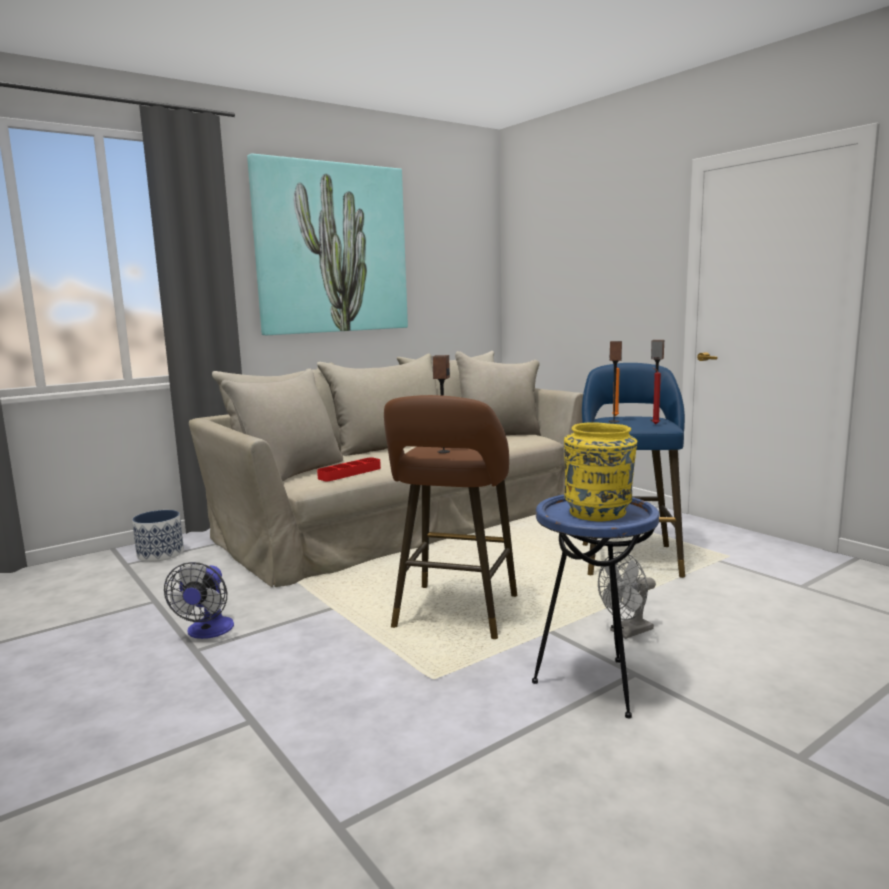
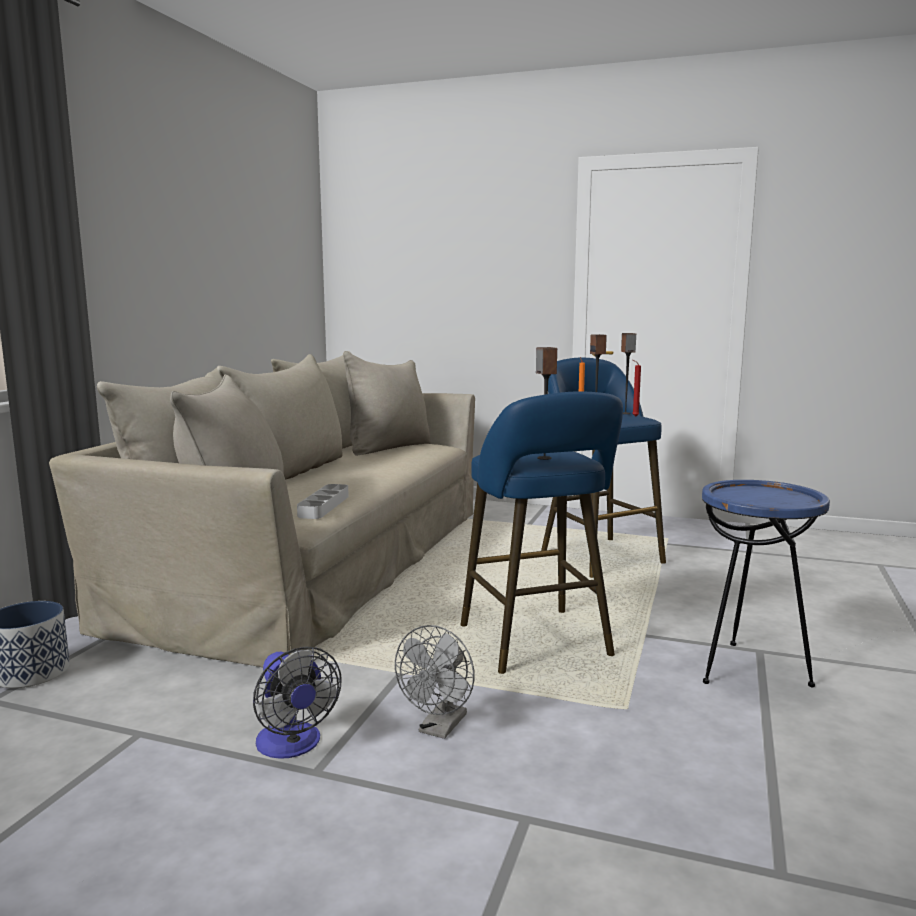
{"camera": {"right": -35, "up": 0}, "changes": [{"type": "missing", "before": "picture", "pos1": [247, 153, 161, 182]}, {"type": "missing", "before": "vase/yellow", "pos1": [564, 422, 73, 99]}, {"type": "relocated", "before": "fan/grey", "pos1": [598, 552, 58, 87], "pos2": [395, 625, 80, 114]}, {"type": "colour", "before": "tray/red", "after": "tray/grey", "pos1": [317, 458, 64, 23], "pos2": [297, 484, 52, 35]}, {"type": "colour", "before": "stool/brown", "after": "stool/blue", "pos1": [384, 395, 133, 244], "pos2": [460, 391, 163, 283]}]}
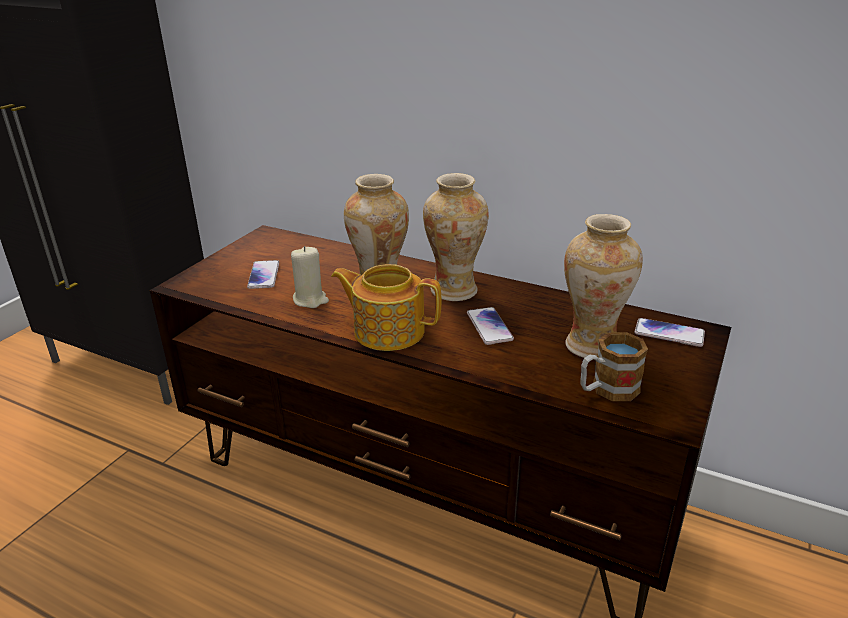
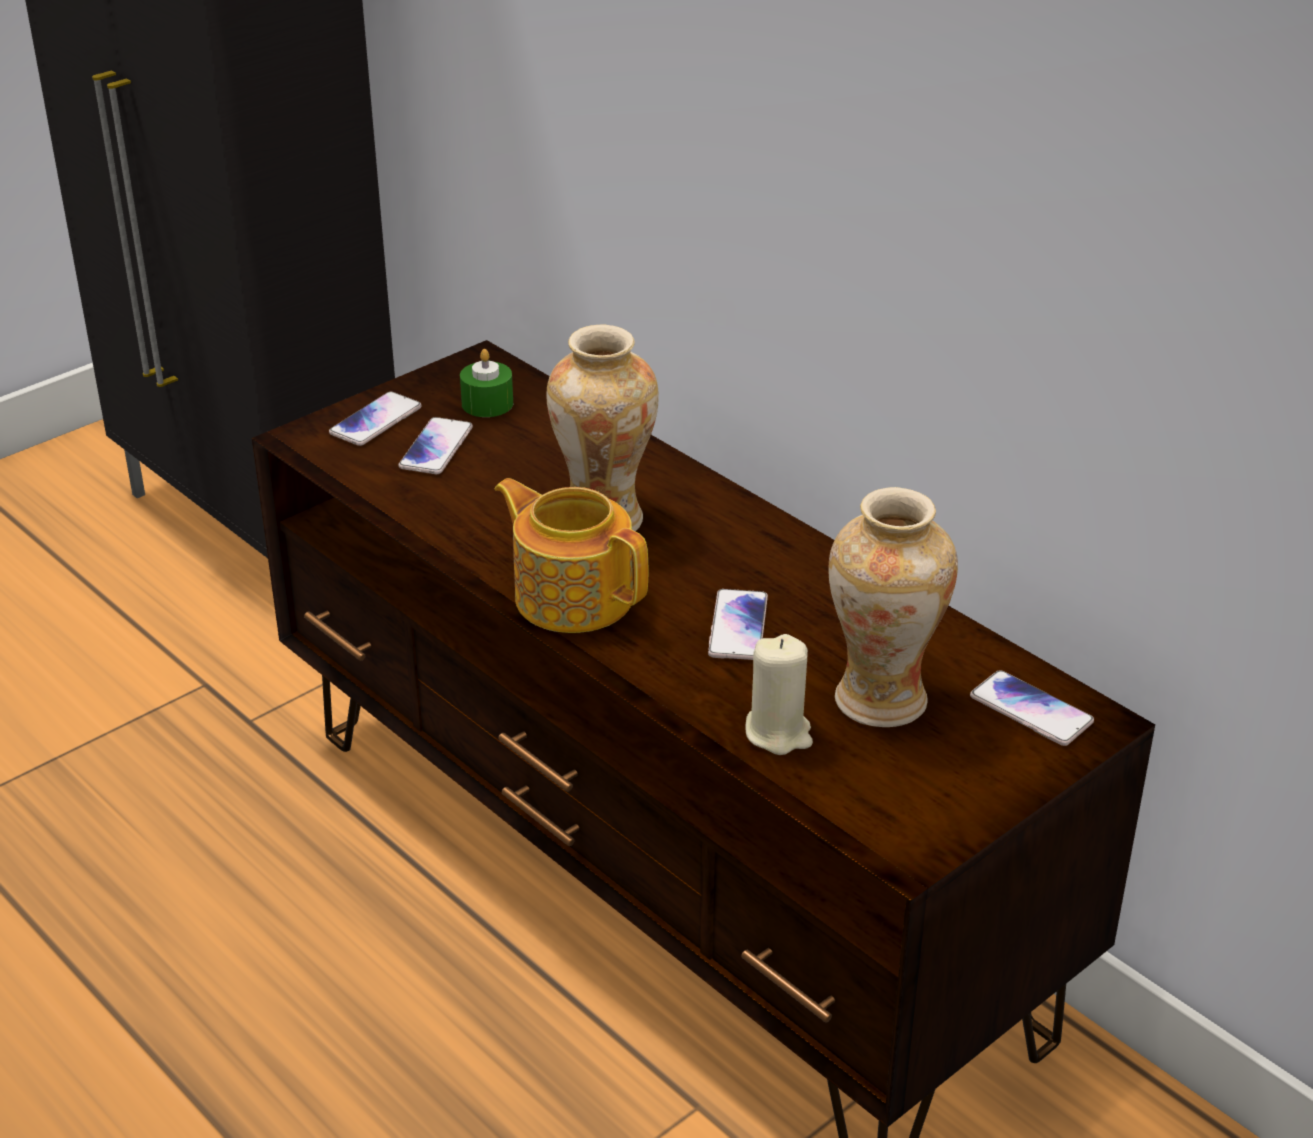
{"camera": {"right": 20, "up": 5}, "changes": [{"type": "missing", "before": "vase", "pos1": [423, 173, 66, 128]}, {"type": "missing", "before": "mug", "pos1": [580, 332, 68, 69]}, {"type": "appeared", "after": "phone", "pos2": [329, 392, 92, 54]}, {"type": "appeared", "after": "candle/green", "pos2": [460, 349, 53, 68]}, {"type": "relocated", "before": "candle/beige", "pos1": [291, 246, 38, 62], "pos2": [745, 634, 68, 121]}]}
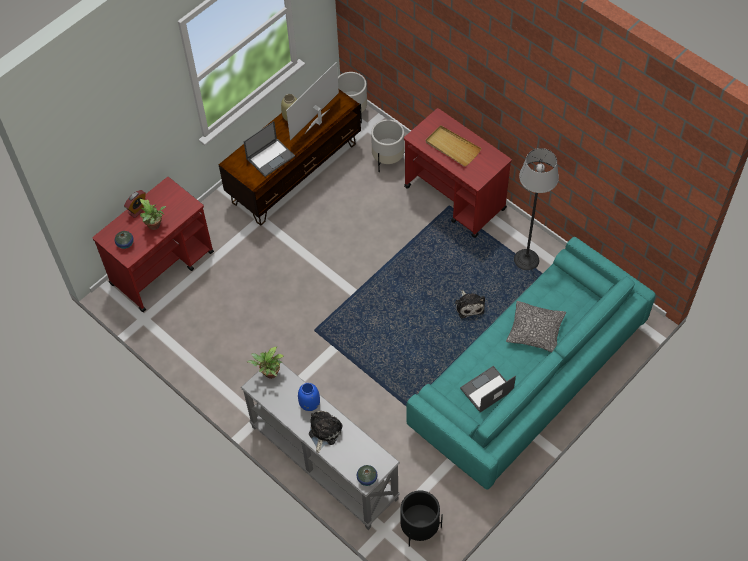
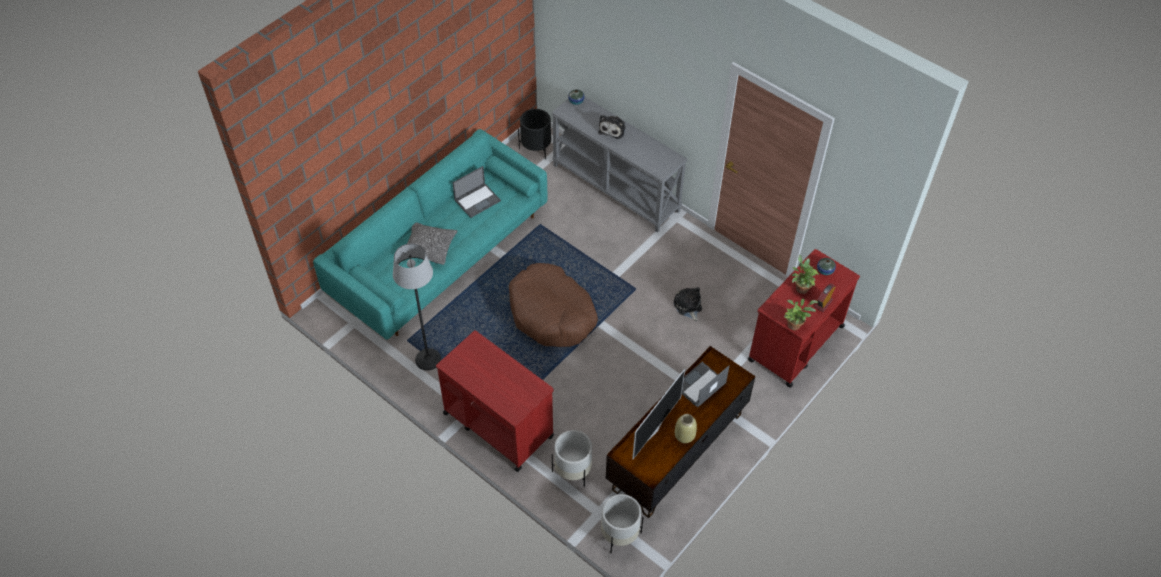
{"camera": {"right": 175, "up": -5}, "changes": [{"type": "missing", "before": "vase/blue", "pos1": [298, 383, 22, 28]}, {"type": "missing", "before": "tray/beige", "pos1": [425, 125, 56, 42]}, {"type": "appeared", "after": "dog bed/brown", "pos2": [509, 263, 89, 84]}, {"type": "relocated", "before": "potted plant", "pos1": [247, 346, 37, 33], "pos2": [784, 299, 34, 31]}, {"type": "relocated", "before": "plush toy", "pos1": [455, 290, 30, 29], "pos2": [674, 287, 28, 35]}]}
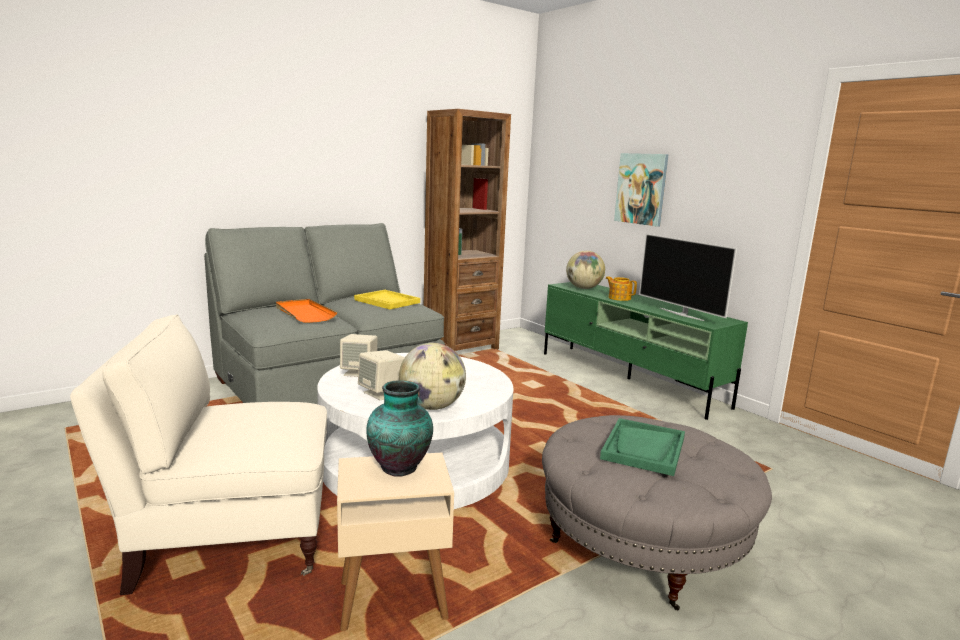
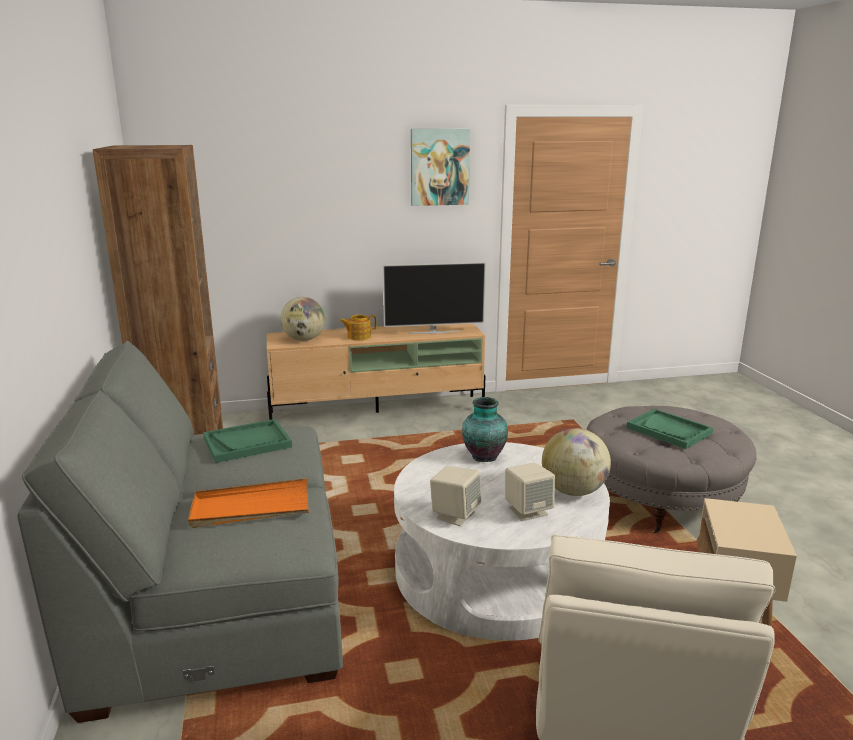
{"camera": {"right": -65, "up": 5}, "changes": [{"type": "relocated", "before": "vase", "pos1": [366, 380, 67, 97], "pos2": [462, 397, 46, 65]}, {"type": "relocated", "before": "picture", "pos1": [614, 153, 55, 74], "pos2": [411, 129, 59, 77]}, {"type": "colour", "before": "tray/yellow", "after": "tray/green", "pos1": [354, 290, 66, 19], "pos2": [203, 419, 89, 44]}, {"type": "colour", "before": "tv stand/green", "after": "tv stand/beige", "pos1": [544, 282, 204, 138], "pos2": [267, 324, 218, 96]}]}
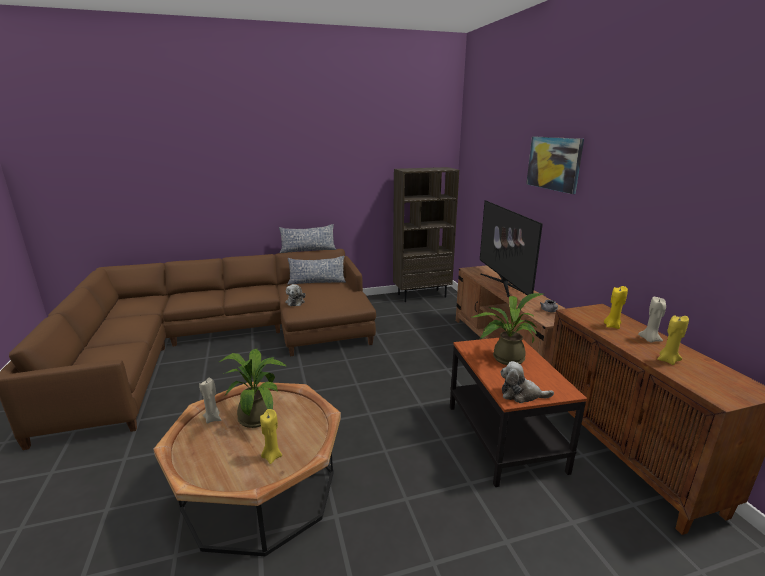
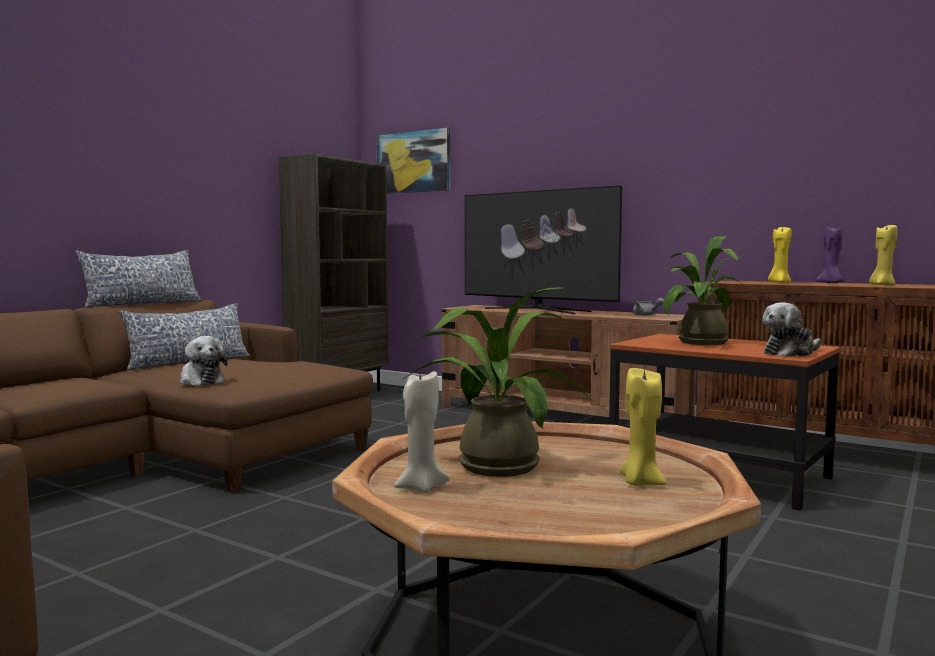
{"camera": {"right": -40, "up": -15}, "changes": [{"type": "relocated", "before": "picture", "pos1": [526, 137, 58, 57], "pos2": [376, 127, 74, 67]}, {"type": "colour", "before": "candle/beige", "after": "candle/purple", "pos1": [638, 297, 28, 45], "pos2": [816, 226, 29, 57]}]}
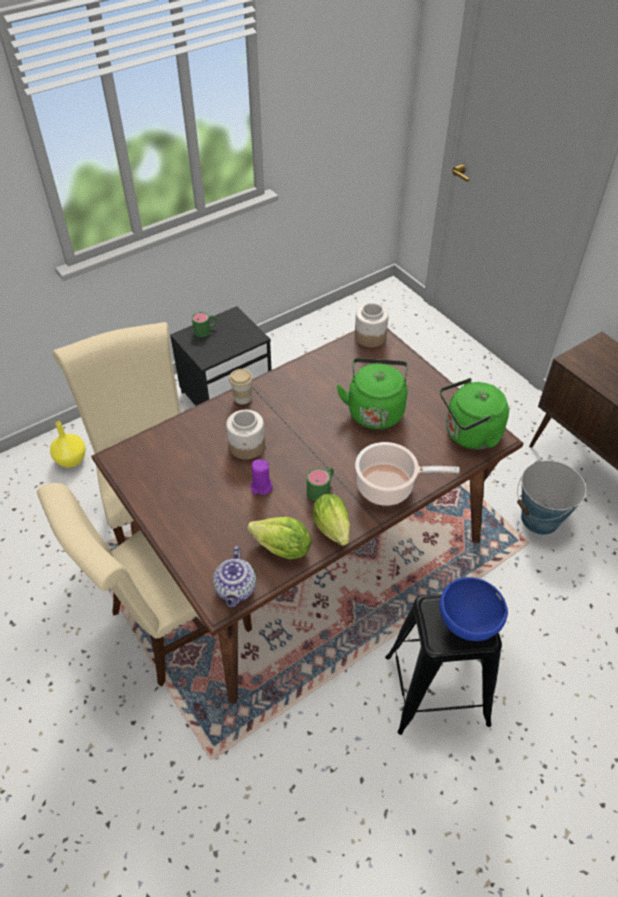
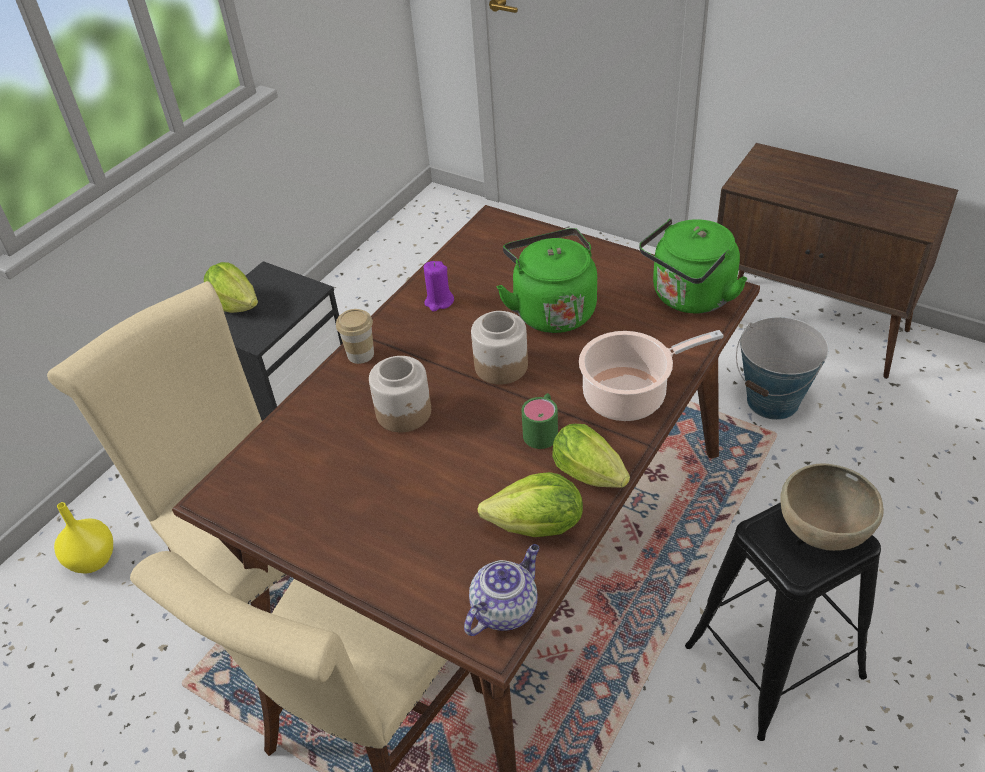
{"camera": {"right": -20, "up": -5}, "changes": [{"type": "relocated", "before": "candle/purple", "pos1": [250, 459, 23, 36], "pos2": [424, 261, 30, 50]}, {"type": "relocated", "before": "jar", "pos1": [355, 303, 34, 44], "pos2": [471, 311, 57, 73]}, {"type": "exchanged", "before": "mug/green", "after": "lettuce", "pos1": [192, 312, 25, 25], "pos2": [204, 262, 54, 51]}, {"type": "colour", "before": "bowl/blue", "after": "bowl/brown", "pos1": [439, 577, 69, 64], "pos2": [780, 463, 104, 88]}, {"type": "spun", "before": "teapot", "pos1": [213, 546, 43, 61], "pos2": [464, 544, 75, 92], "turn": -120}]}
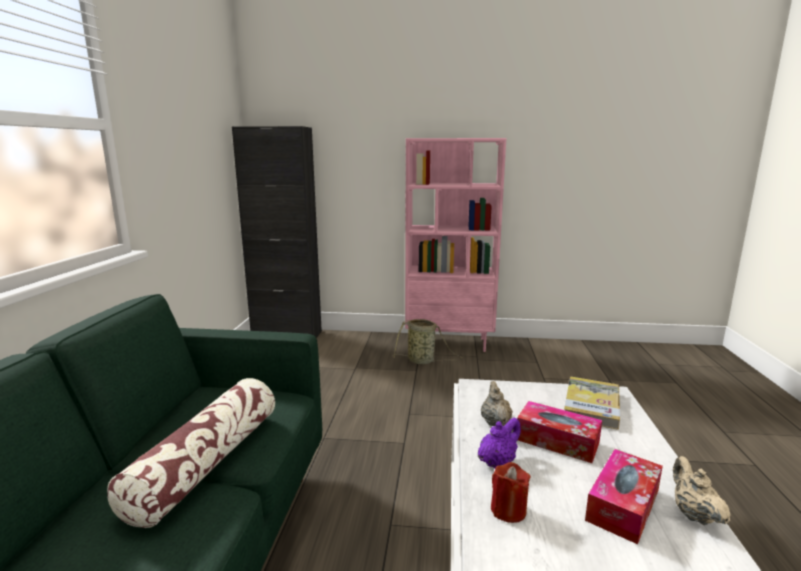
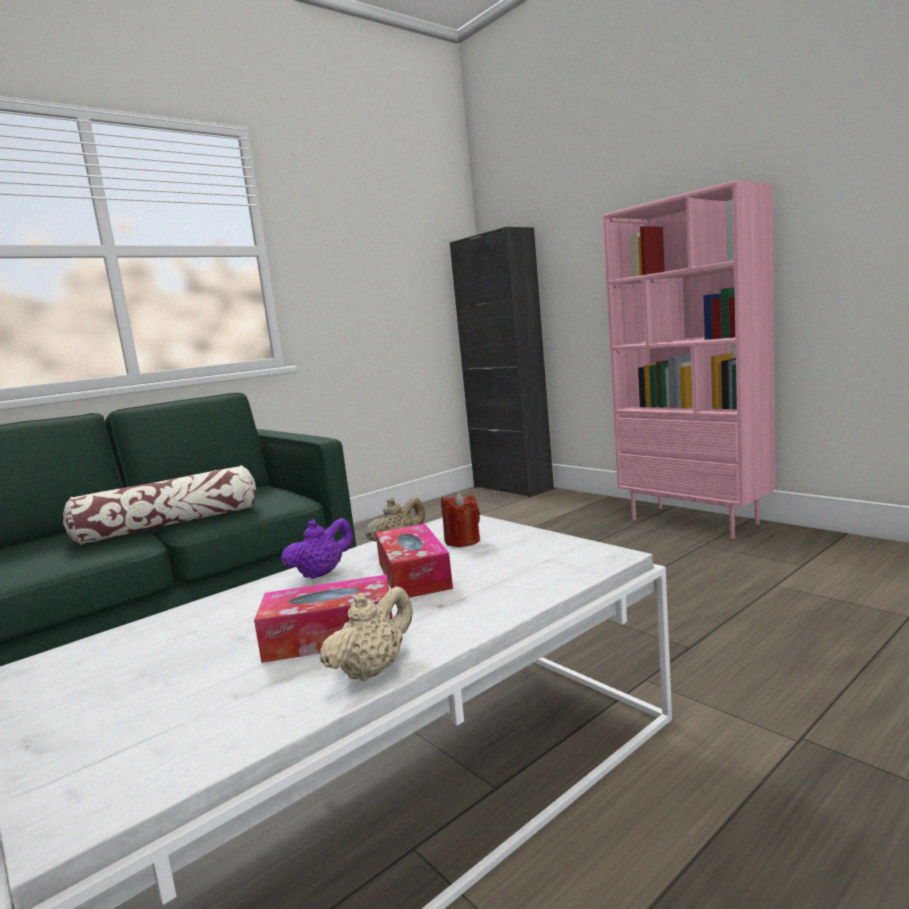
{"camera": {"right": 45, "up": -5}, "changes": [{"type": "missing", "before": "basket", "pos1": [393, 319, 69, 45]}, {"type": "missing", "before": "book", "pos1": [564, 376, 56, 54]}, {"type": "relocated", "before": "candle/red", "pos1": [491, 462, 40, 61], "pos2": [441, 491, 39, 56]}, {"type": "spun", "before": "teapot/purple", "pos1": [478, 418, 43, 50], "pos2": [282, 518, 71, 61], "turn": -45}]}
